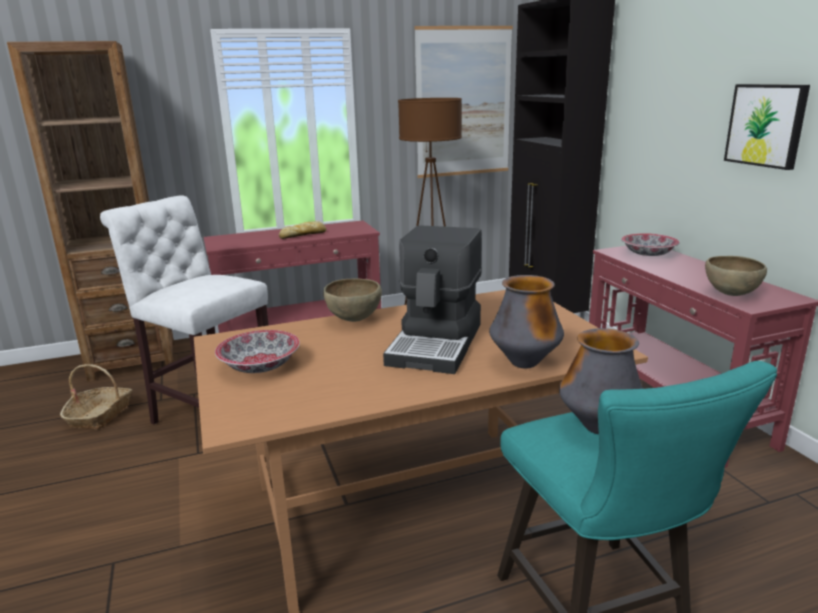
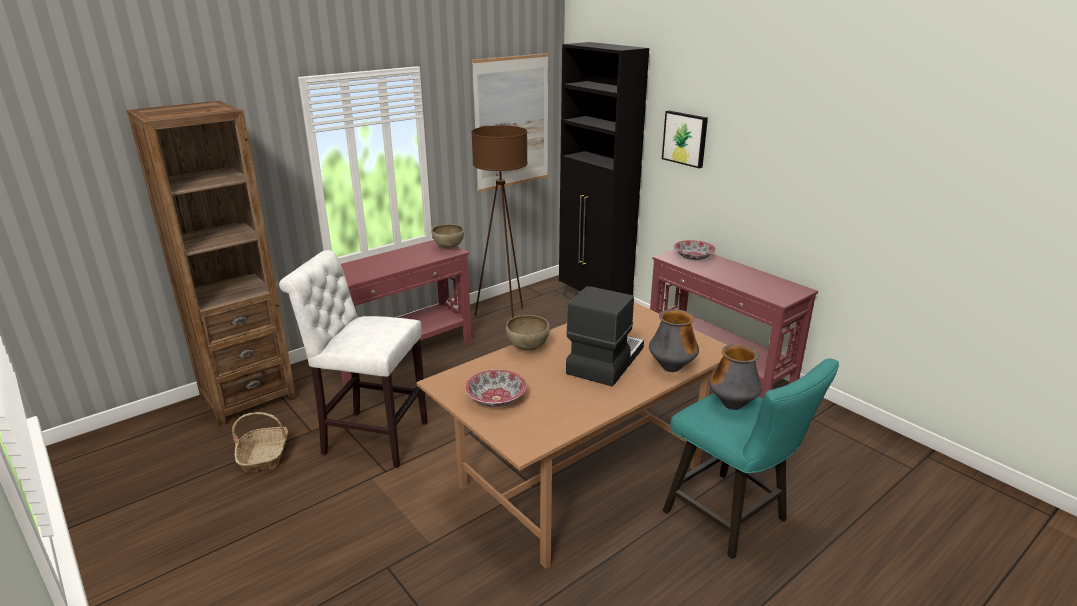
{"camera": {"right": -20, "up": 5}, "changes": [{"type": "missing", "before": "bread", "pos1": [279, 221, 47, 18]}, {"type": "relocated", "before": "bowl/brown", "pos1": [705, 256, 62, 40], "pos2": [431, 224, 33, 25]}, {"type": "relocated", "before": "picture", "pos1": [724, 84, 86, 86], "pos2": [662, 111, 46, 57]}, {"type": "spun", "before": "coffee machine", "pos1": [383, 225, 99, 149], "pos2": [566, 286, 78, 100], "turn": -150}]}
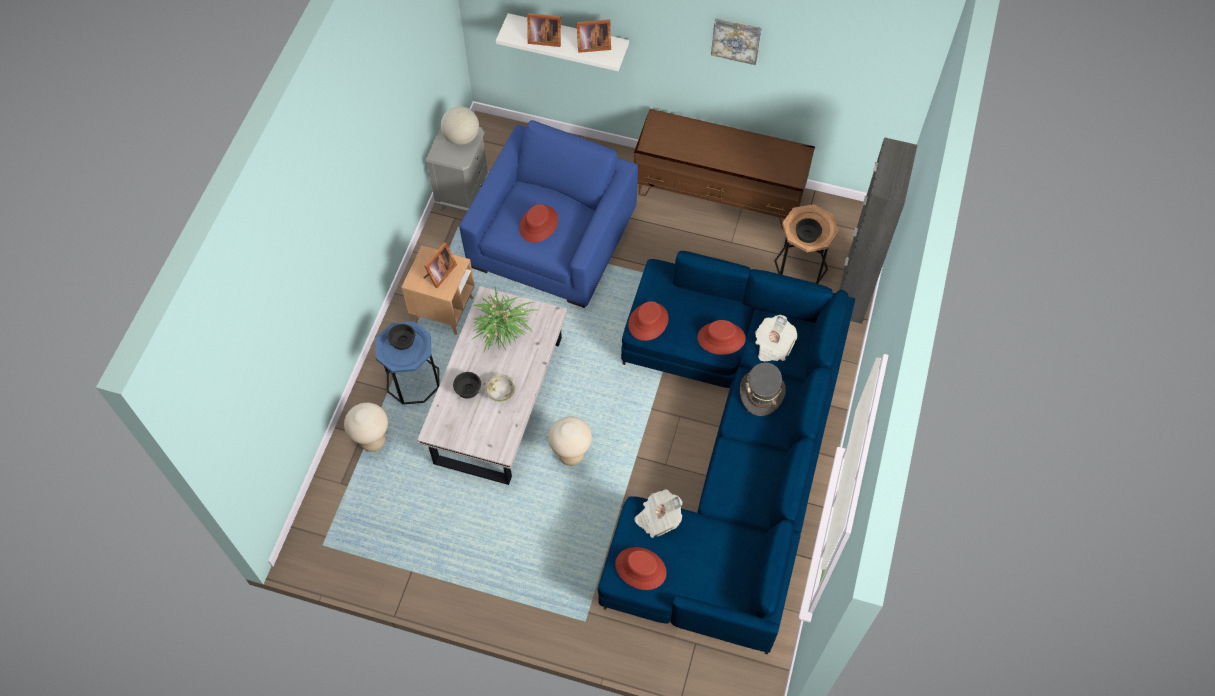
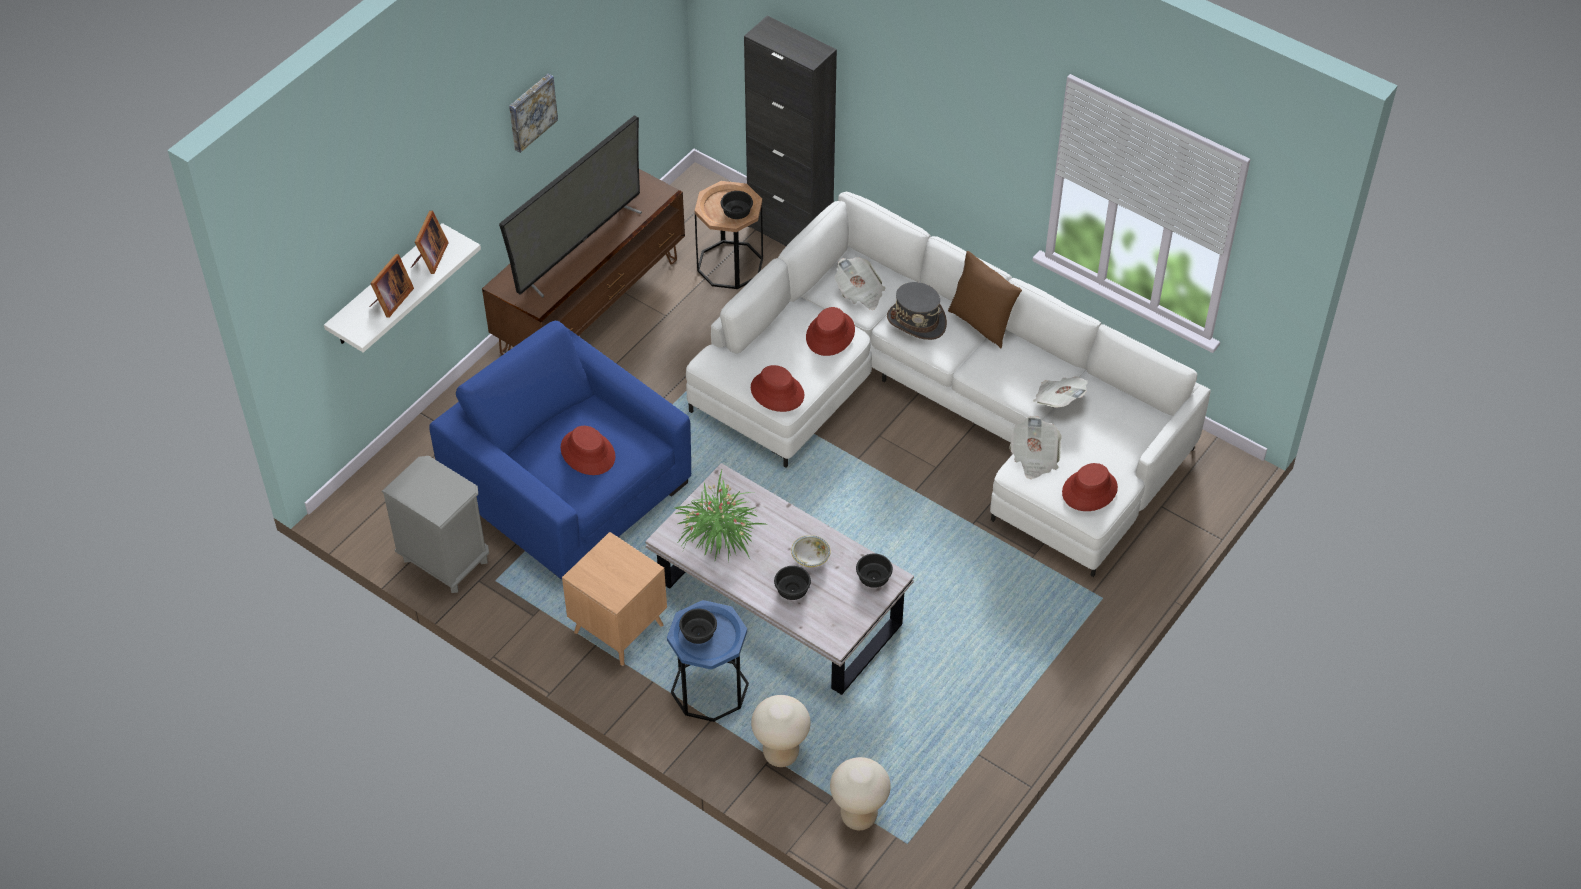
{"camera": {"right": -70, "up": -10}, "changes": [{"type": "missing", "before": "picture frame", "pos1": [424, 242, 33, 46]}, {"type": "missing", "before": "globe", "pos1": [441, 106, 38, 39]}, {"type": "appeared", "after": "television", "pos2": [499, 115, 143, 183]}, {"type": "appeared", "after": "bowl/black", "pos2": [856, 553, 37, 35]}, {"type": "appeared", "after": "pillow/brown", "pos2": [948, 251, 74, 98]}, {"type": "appeared", "after": "newspaper", "pos2": [1033, 377, 55, 31]}, {"type": "relocated", "before": "stool/beige", "pos1": [548, 416, 44, 50], "pos2": [830, 757, 61, 73]}, {"type": "colour", "before": "sofa/blue", "after": "sofa/white", "pos1": [598, 251, 257, 403], "pos2": [686, 192, 525, 385]}]}
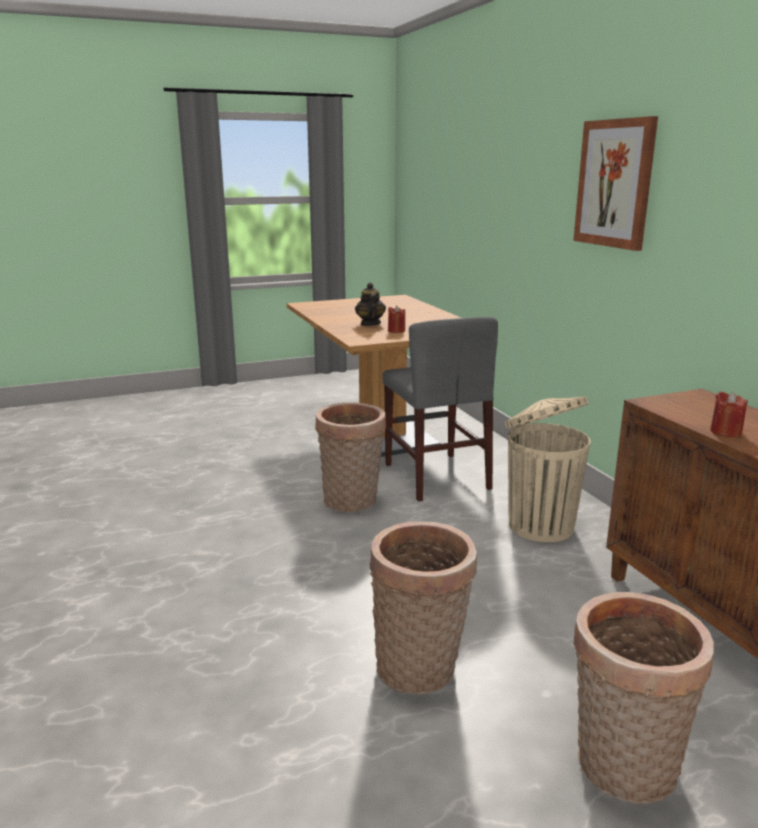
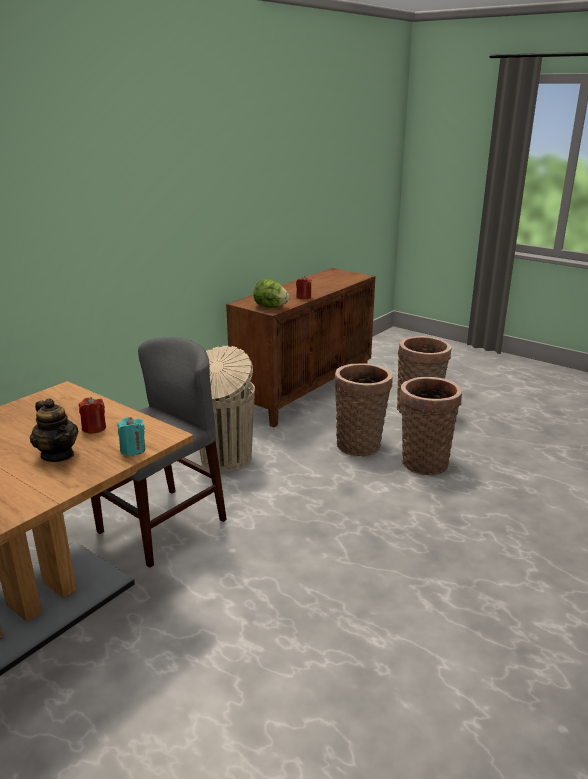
{"camera": {"right": -120, "up": 5}, "changes": [{"type": "missing", "before": "picture", "pos1": [573, 116, 85, 135]}, {"type": "appeared", "after": "candle/turquoise", "pos2": [117, 417, 29, 39]}, {"type": "appeared", "after": "lettuce", "pos2": [253, 279, 37, 29]}, {"type": "relocated", "before": "basket", "pos1": [315, 403, 71, 109], "pos2": [335, 363, 58, 93]}, {"type": "spun", "before": "teapot", "pos1": [355, 282, 31, 44], "pos2": [30, 399, 48, 63], "turn": -90}]}
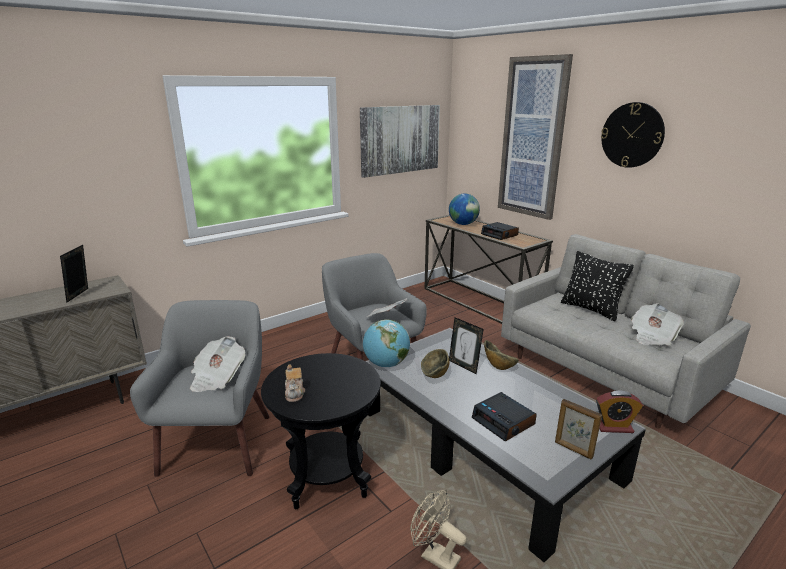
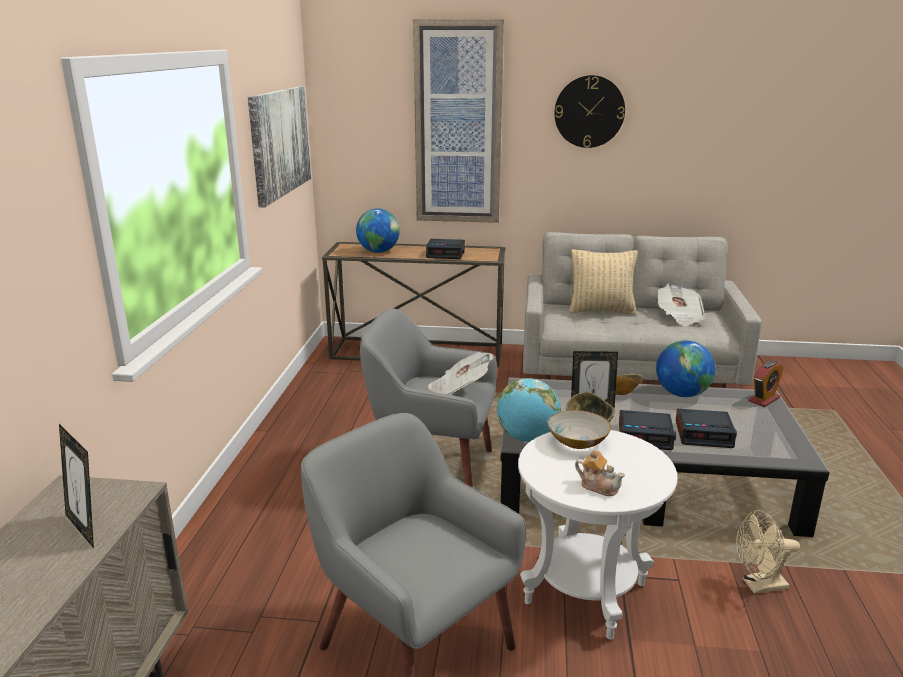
{"camera": {"right": -45, "up": 0}, "changes": [{"type": "missing", "before": "newspaper", "pos1": [190, 336, 55, 56]}, {"type": "missing", "before": "picture frame", "pos1": [555, 399, 47, 61]}, {"type": "appeared", "after": "bowl", "pos2": [547, 410, 64, 39]}, {"type": "appeared", "after": "alarm clock", "pos2": [619, 410, 57, 40]}, {"type": "appeared", "after": "globe", "pos2": [656, 340, 59, 57]}, {"type": "colour", "before": "side table/black", "after": "side table/white", "pos1": [261, 353, 120, 156], "pos2": [518, 430, 160, 210]}, {"type": "colour", "before": "pillow/black", "after": "pillow/beige", "pos1": [561, 251, 73, 70], "pos2": [569, 249, 69, 66]}]}
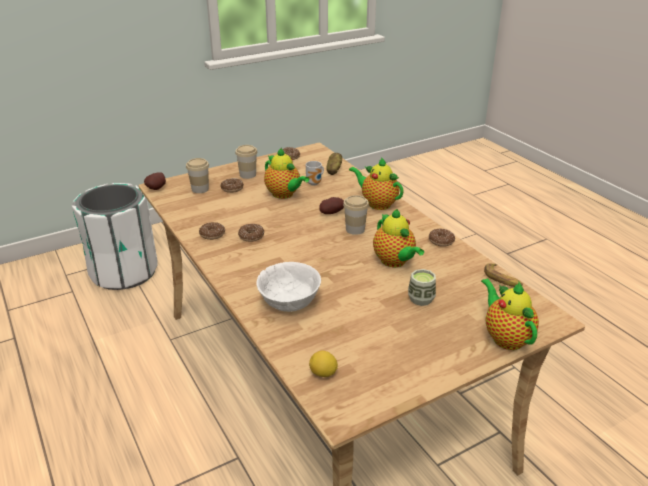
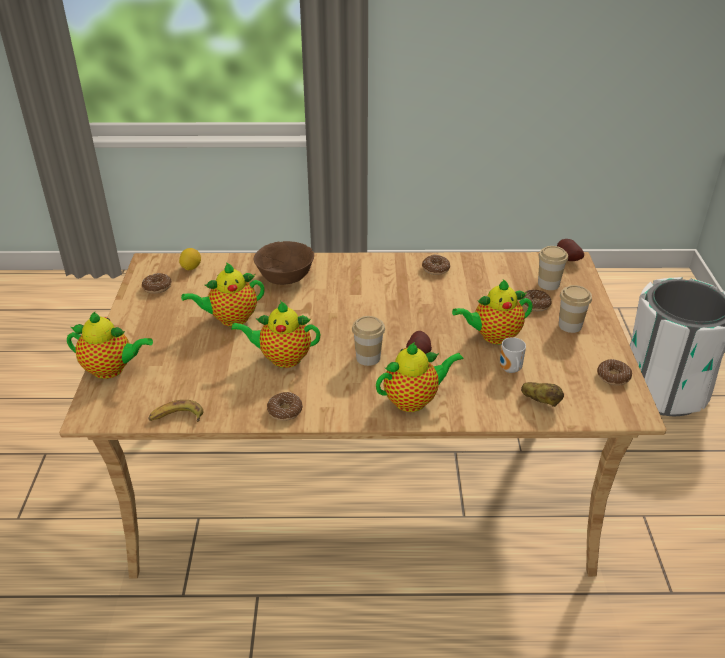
{"camera": {"right": 120, "up": 5}, "changes": [{"type": "missing", "before": "cup", "pos1": [408, 269, 28, 37]}, {"type": "appeared", "after": "teapot", "pos2": [181, 263, 83, 63]}, {"type": "relocated", "before": "donut", "pos1": [238, 224, 26, 18], "pos2": [142, 273, 30, 21]}, {"type": "colour", "before": "bowl/white", "after": "bowl/brown", "pos1": [256, 262, 65, 50], "pos2": [254, 241, 60, 44]}]}
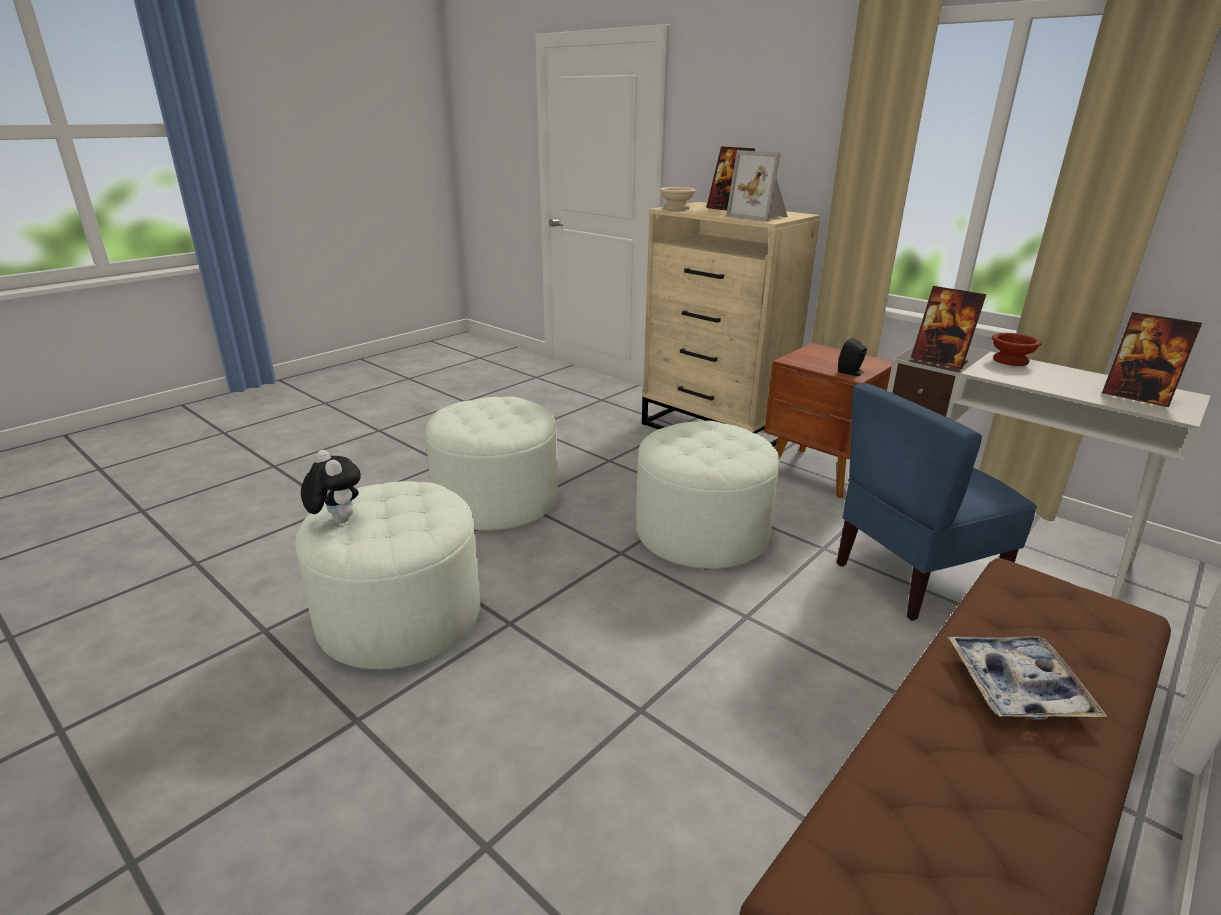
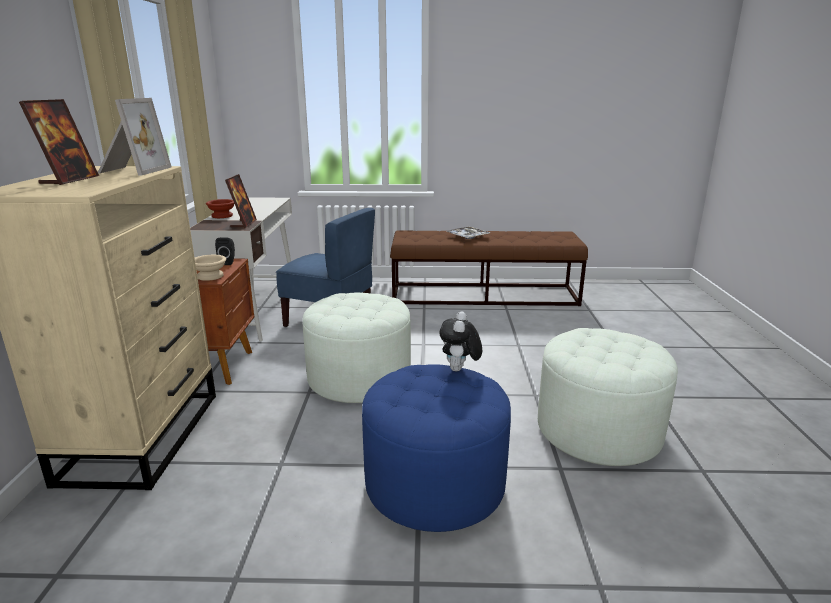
{"camera": {"right": -130, "up": -5}, "changes": [{"type": "missing", "before": "picture frame", "pos1": [1102, 312, 100, 95]}, {"type": "relocated", "before": "plush toy", "pos1": [301, 450, 60, 73], "pos2": [439, 311, 43, 60]}, {"type": "relocated", "before": "bowl/beige", "pos1": [660, 187, 36, 23], "pos2": [195, 255, 31, 26]}, {"type": "colour", "before": "ottoman/white", "after": "ottoman/blue", "pos1": [425, 396, 133, 135], "pos2": [362, 364, 149, 168]}]}
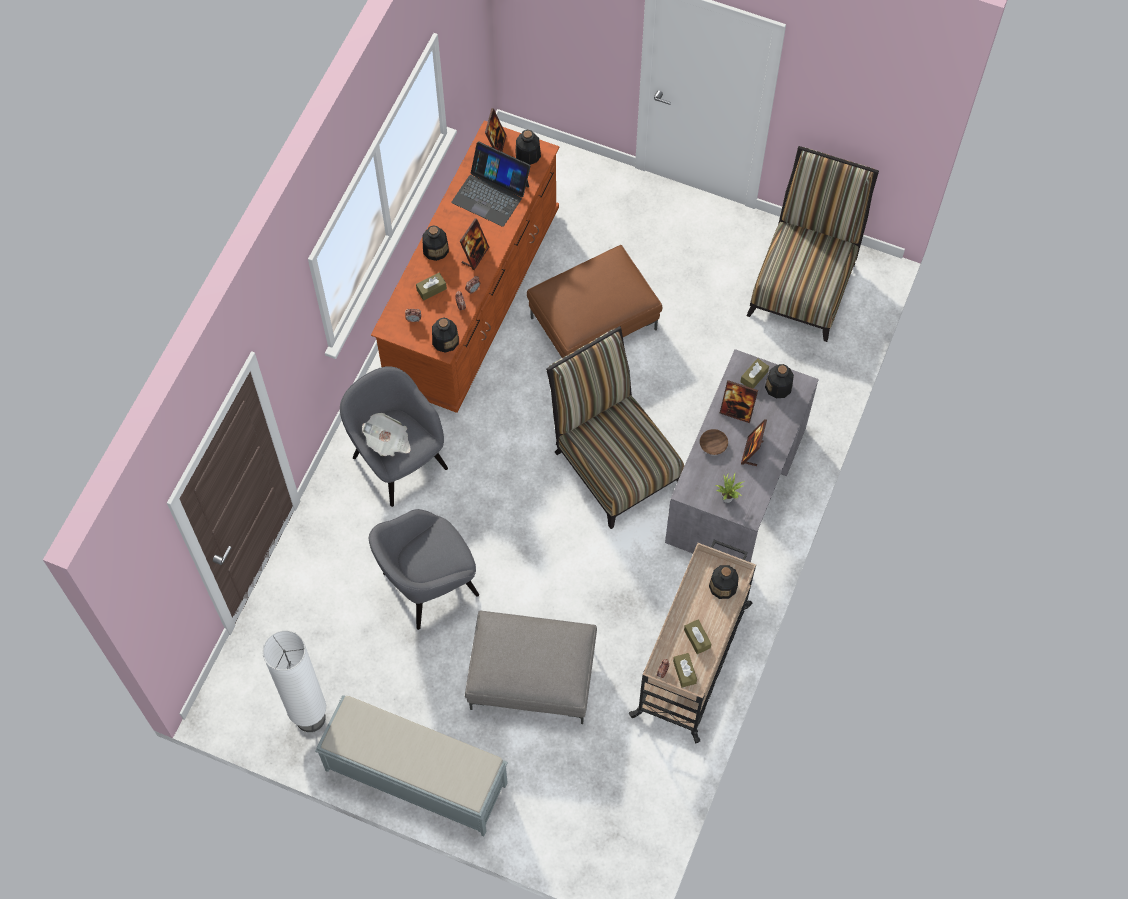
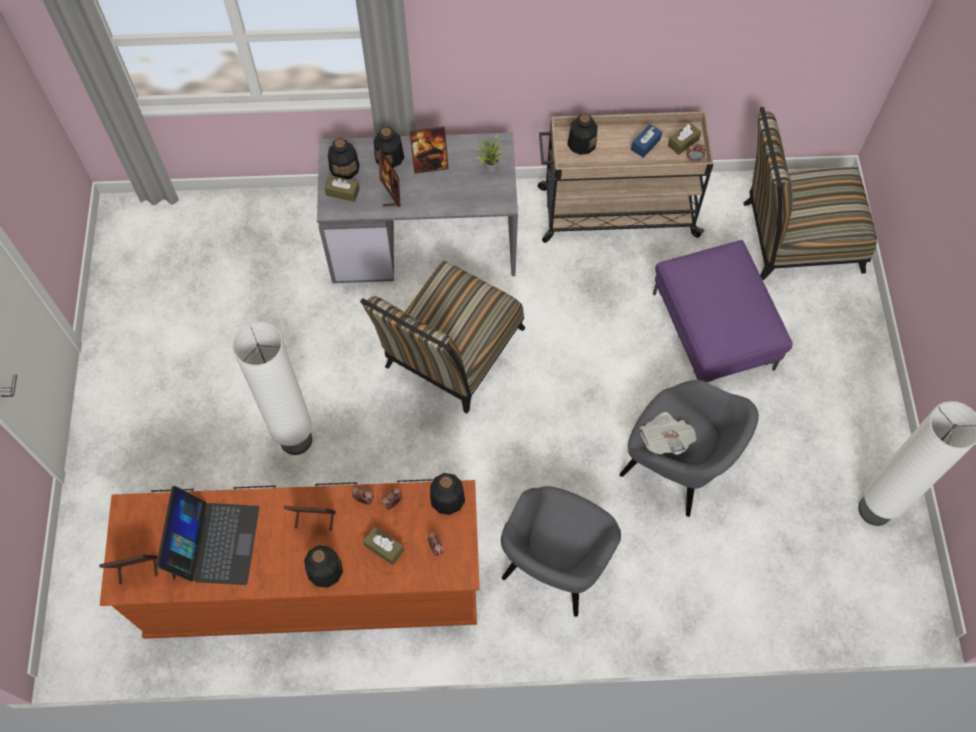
{"camera": {"right": -115, "up": 0}, "changes": [{"type": "missing", "before": "bench/grey", "pos1": [315, 695, 193, 141]}, {"type": "missing", "before": "bowl/brown", "pos1": [700, 429, 28, 26]}, {"type": "relocated", "before": "newspaper", "pos1": [362, 413, 49, 44], "pos2": [640, 412, 57, 43]}, {"type": "relocated", "before": "bottle", "pos1": [516, 130, 25, 35], "pos2": [374, 127, 30, 41]}, {"type": "relocated", "before": "chair", "pos1": [746, 146, 133, 196], "pos2": [743, 107, 134, 173]}, {"type": "exchanged", "before": "ottoman/brown", "after": "floor lamp/white", "pos1": [527, 245, 135, 113], "pos2": [232, 322, 80, 133]}, {"type": "colour", "before": "ottoman/grey", "after": "ottoman/purple", "pos1": [465, 611, 132, 113], "pos2": [653, 240, 140, 142]}, {"type": "colour", "before": "tissue box/brown", "after": "tissue box/blue", "pos1": [684, 619, 27, 35], "pos2": [631, 124, 31, 34]}]}
